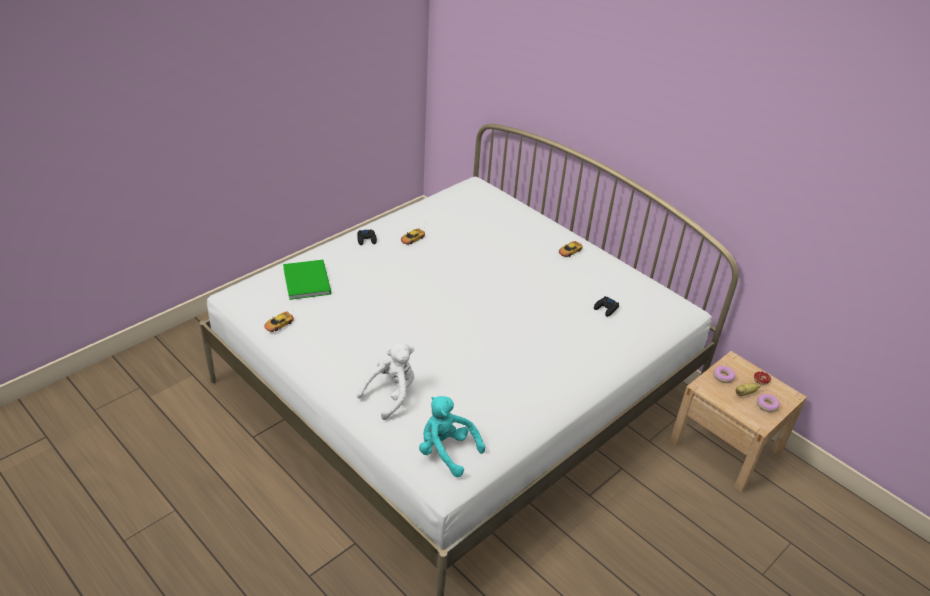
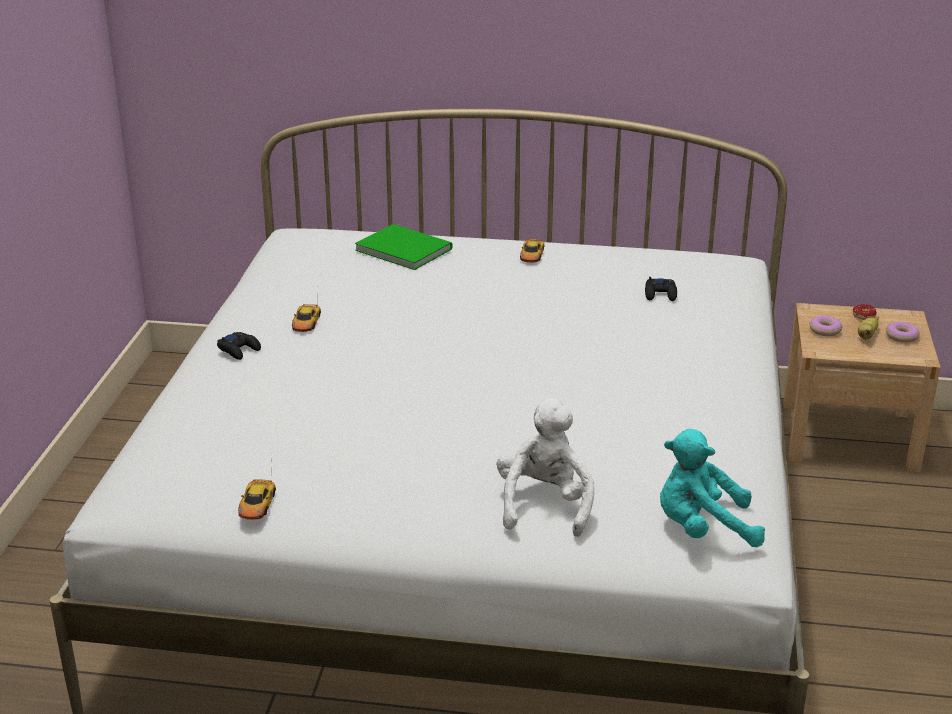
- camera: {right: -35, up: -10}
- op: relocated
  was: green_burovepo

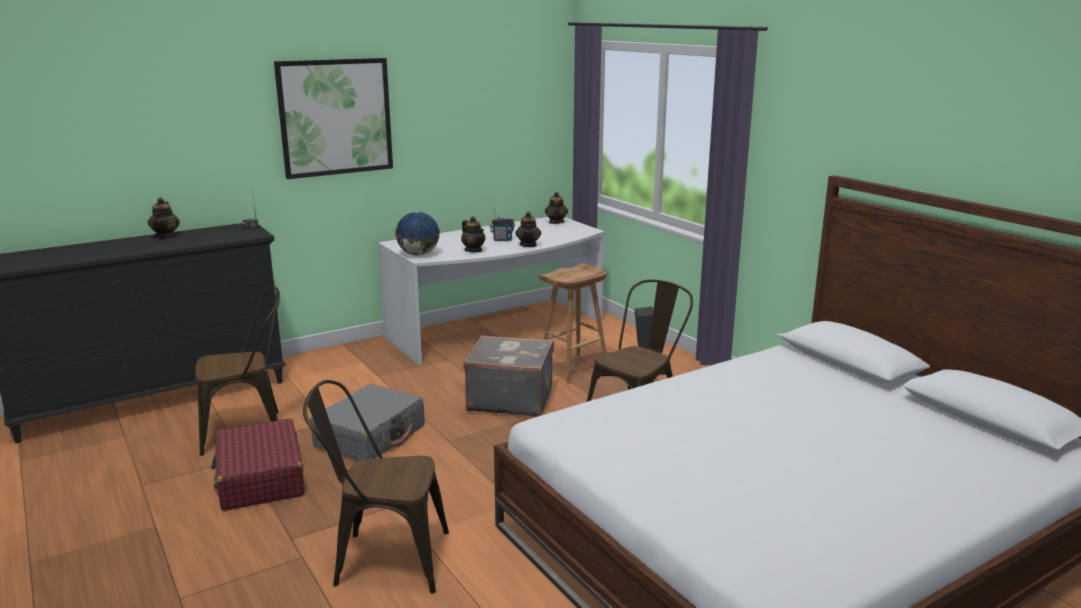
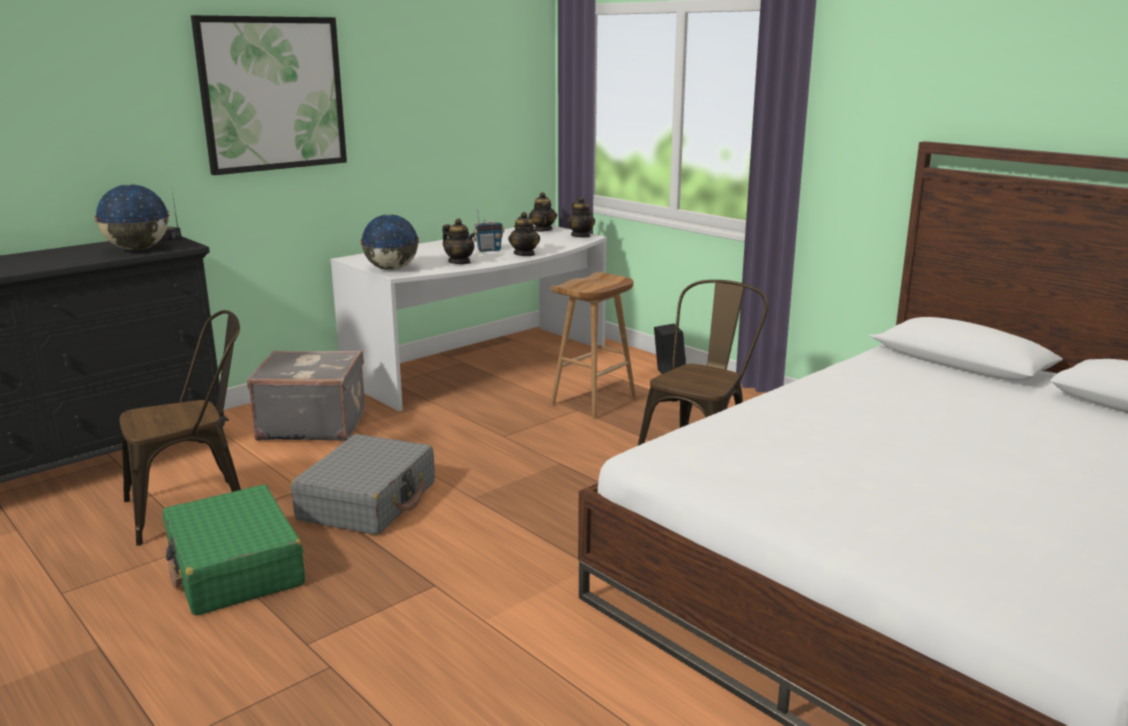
- camera: {right: -10, up: 0}
- op: appeared
  now: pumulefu (no. 1 from left)
- op: colour
  was: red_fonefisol
  now: green_fonefisol
- op: relocated
  was: grey_fonefisol (no. 2 from left in the first image)
  now: grey_fonefisol (no. 1 from left)
- op: relocated
  was: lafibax (no. 1 from left in the first image)
  now: lafibax (no. 4 from left)
- op: missing
  was: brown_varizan (no. 2 from left)

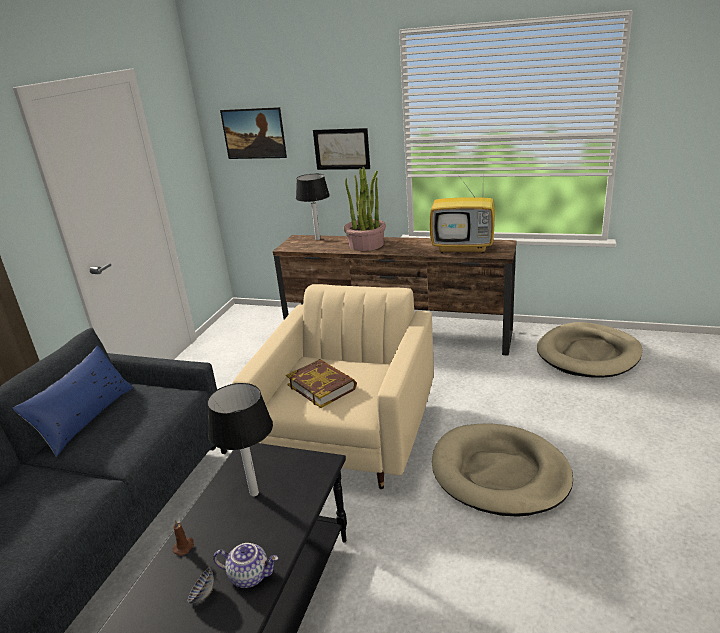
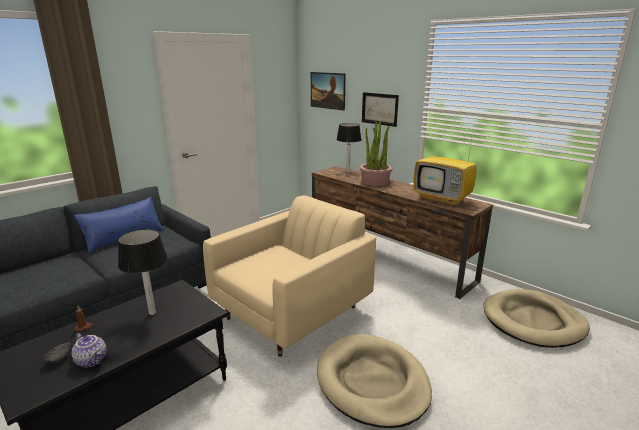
- camera: {right: 25, up: -5}
- op: missing
  was: burovepo

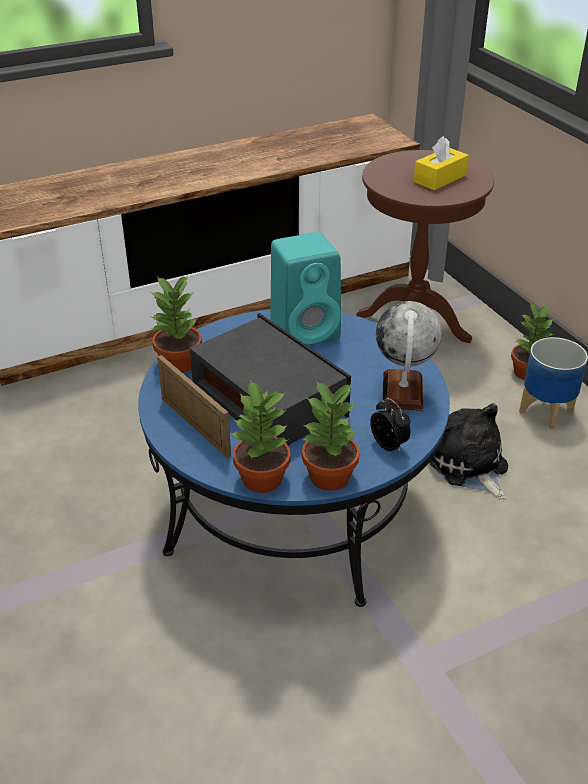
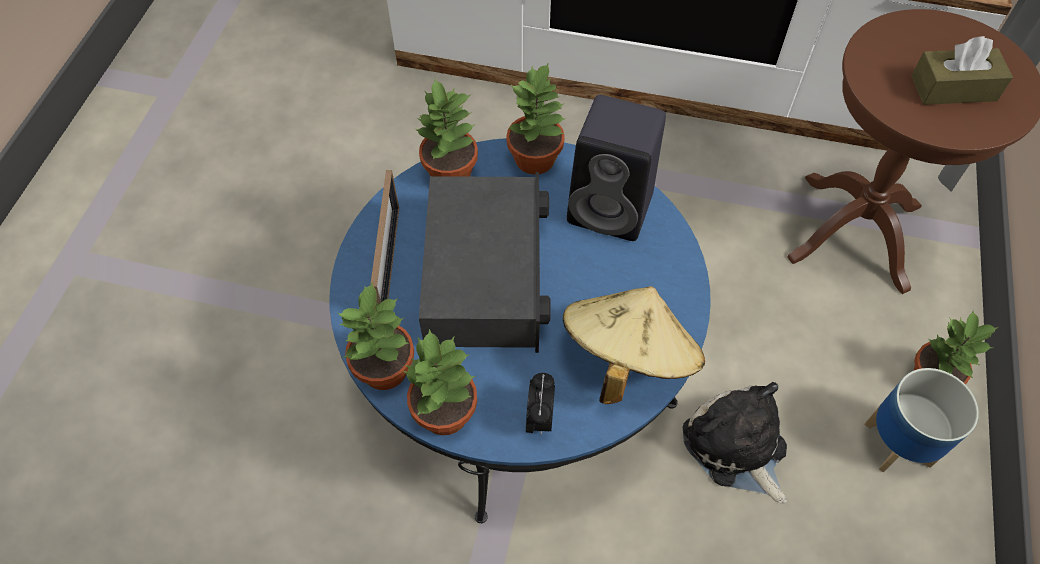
- camera: {right: 40, up: 20}
- op: appeared
  now: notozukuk (no. 4 from left)
- op: exchanged
  was: pumulefu
  now: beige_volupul
- op: colour
  was: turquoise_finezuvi
  now: black_finezuvi
- op: spun
  was: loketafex
  clockwise: -45
- op: colour
  was: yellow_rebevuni
  now: brown_rebevuni

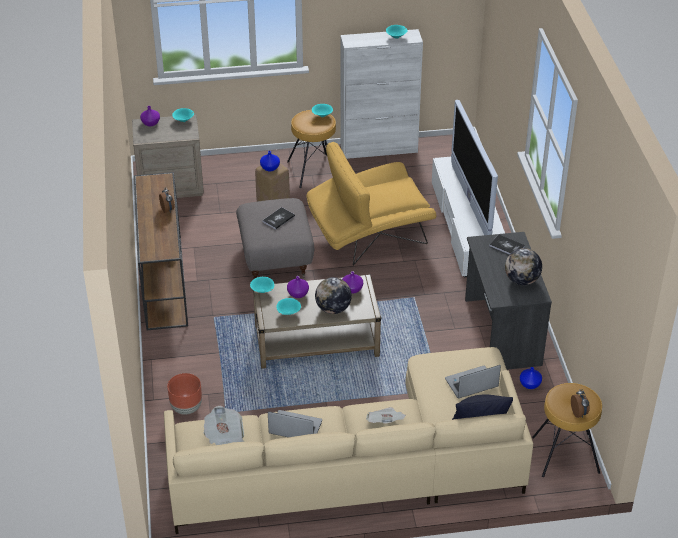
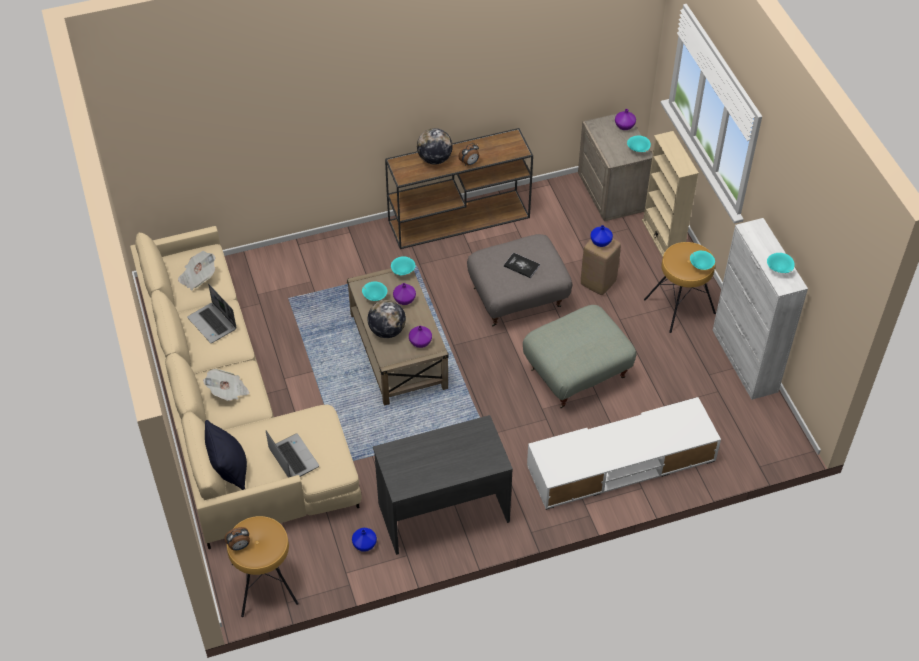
- camera: {right: 80, up: 10}
- op: spun
  was: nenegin (no. 1 from left)
  clockwise: 135
- op: relocated
  was: pumulefu (no. 2 from left)
- op: exchanged
  was: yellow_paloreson
  now: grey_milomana (no. 2 from left)
- op: appeared
  now: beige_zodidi
- op: missing
  was: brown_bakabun
- op: missing
  was: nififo
- op: missing
  was: burovepo (no. 2 from left)

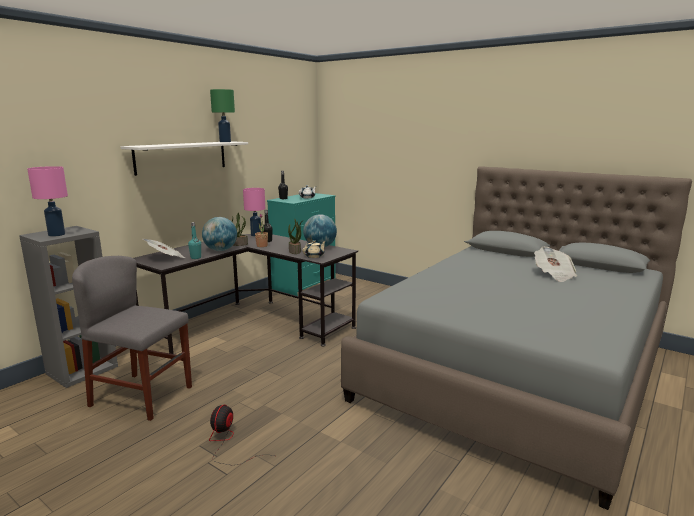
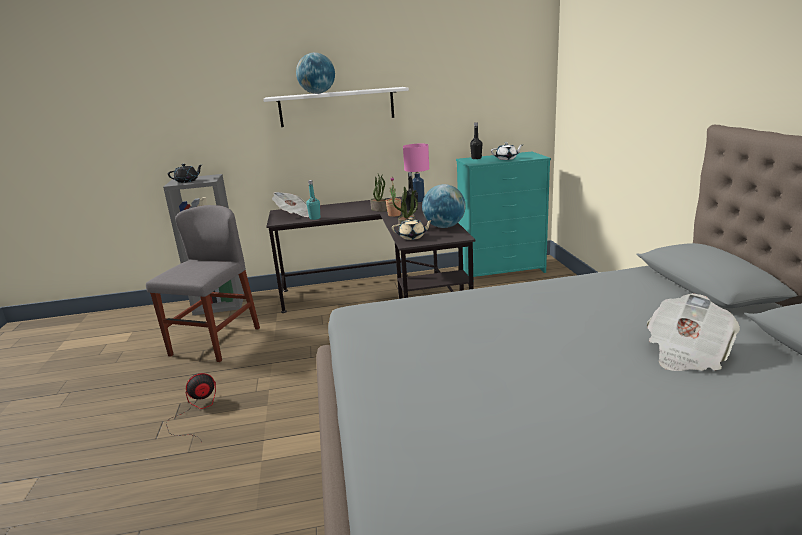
- camera: {right: 45, up: 5}
- op: spun
  was: grey_varizan
  clockwise: 45
- op: exchanged
  was: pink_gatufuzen (no. 1 from left)
  now: black_lafibax
- op: relocated
  was: pumulefu (no. 1 from left)
- op: missing
  was: green_gatufuzen

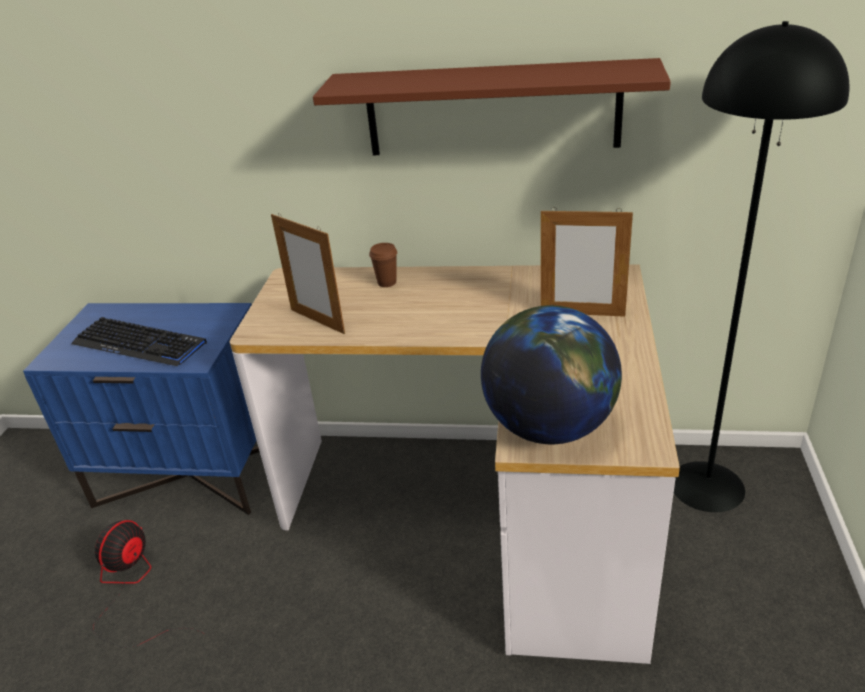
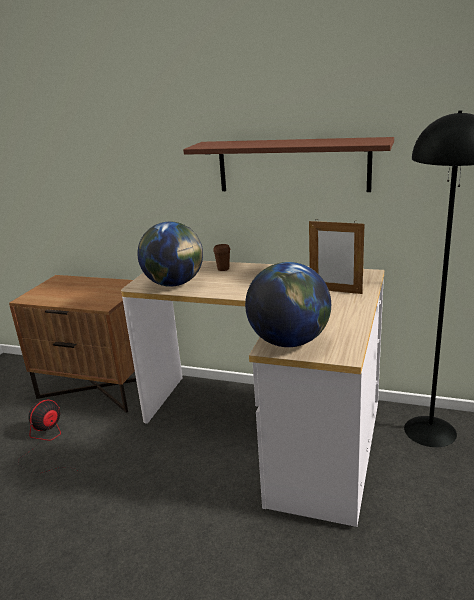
- camera: {right: 10, up: -10}
- op: colour
  was: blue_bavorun
  now: brown_bavorun
- op: exchanged
  was: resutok (no. 1 from left)
  now: pumulefu (no. 1 from left)
- op: missing
  was: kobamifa

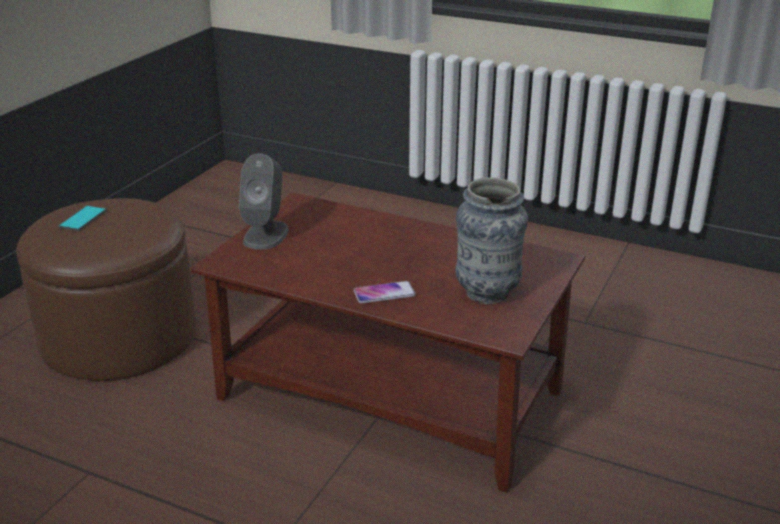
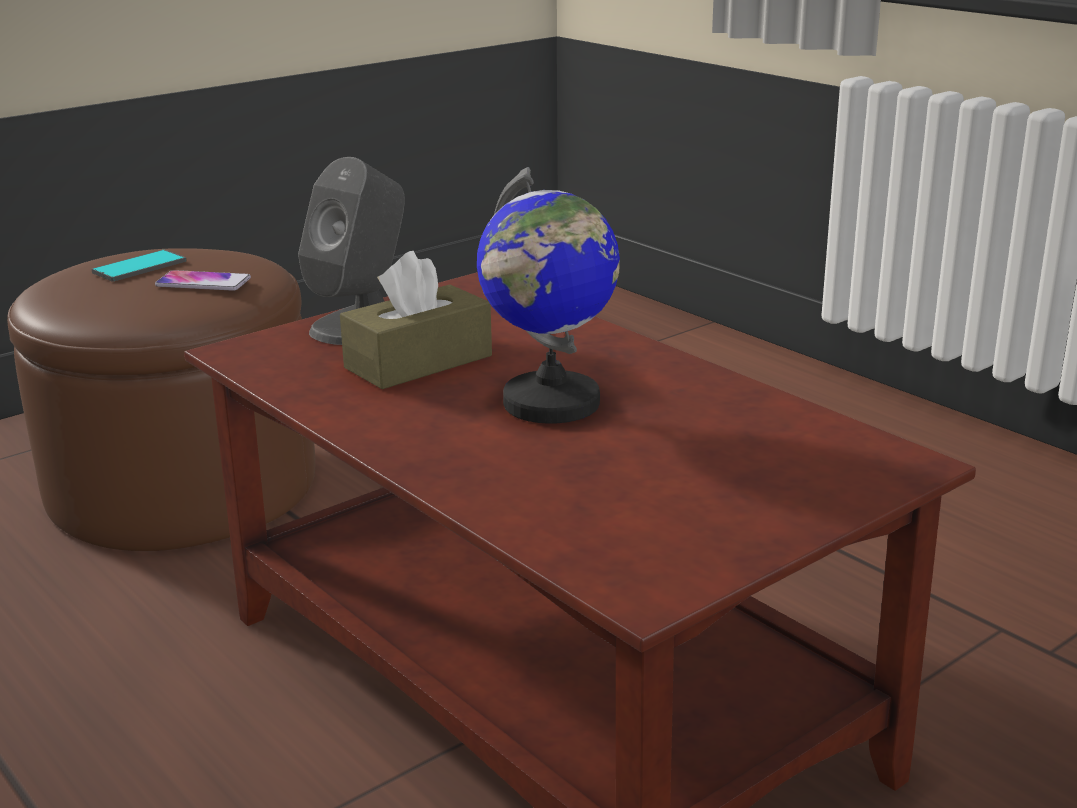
- camera: {right: 25, up: -5}
- op: relocated
  was: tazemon (no. 2 from left)
- op: appeared
  now: brown_rebevuni
- op: appeared
  now: pumulefu
- op: missing
  was: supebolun

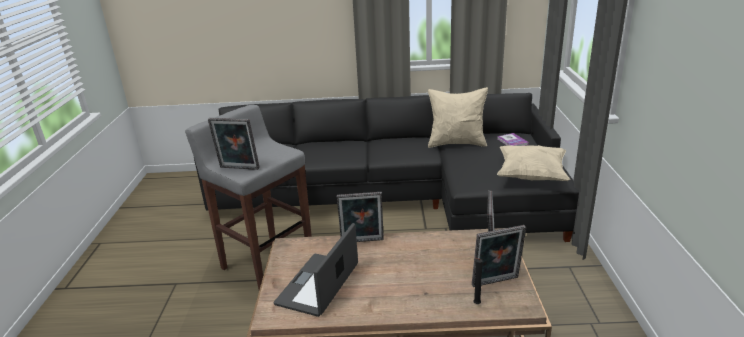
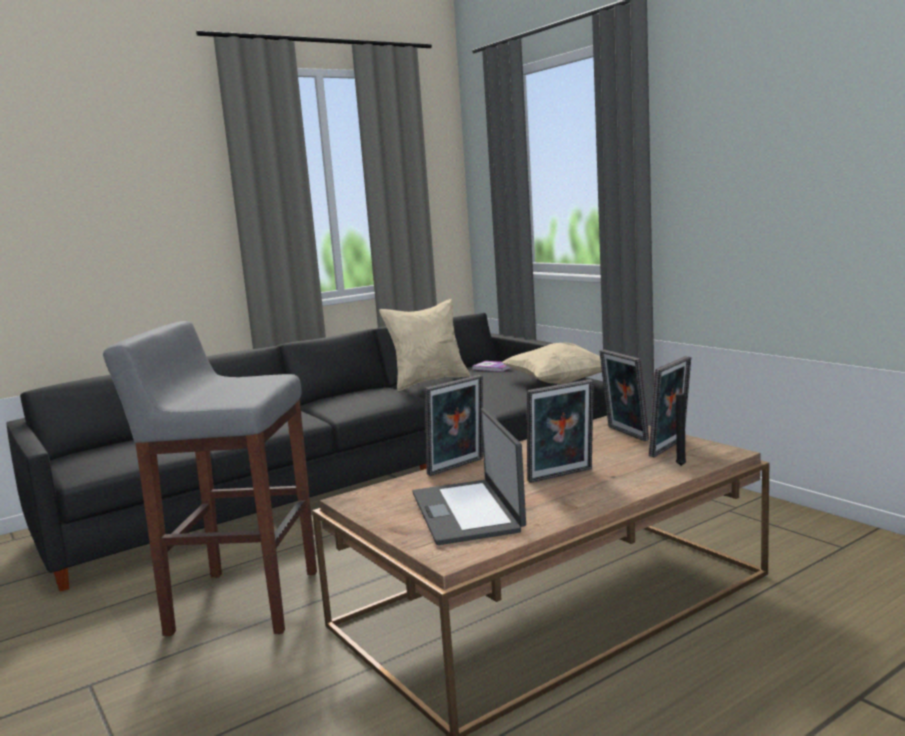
- camera: {right: -35, up: -15}
- op: relocated
  was: resutok (no. 1 from left in the first image)
  now: resutok (no. 2 from left)

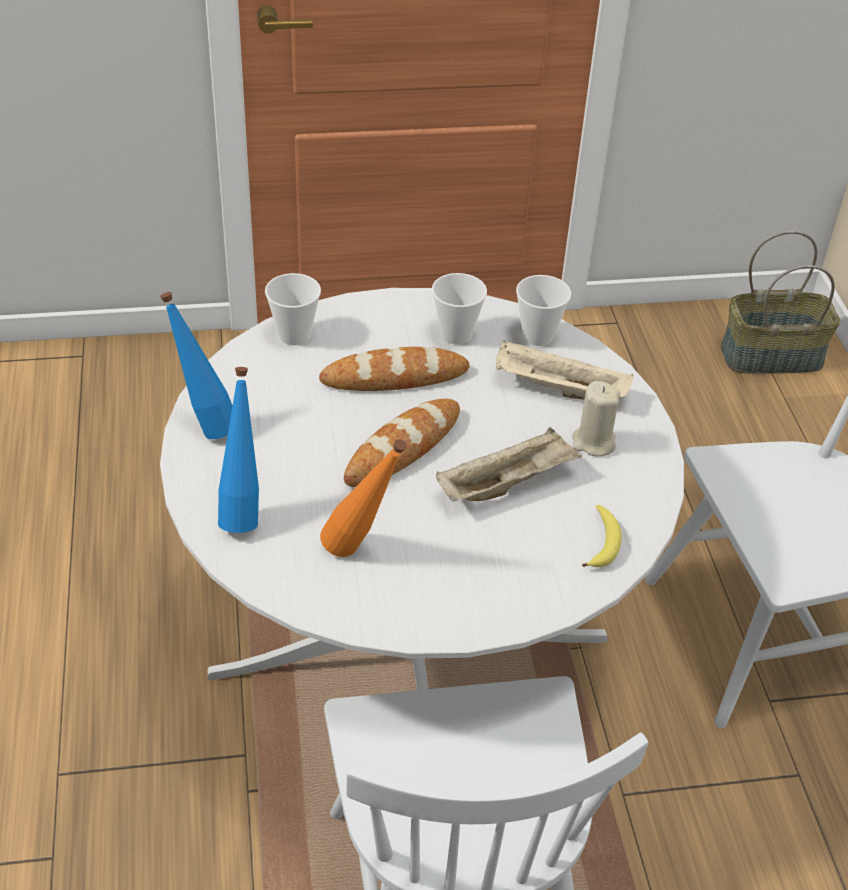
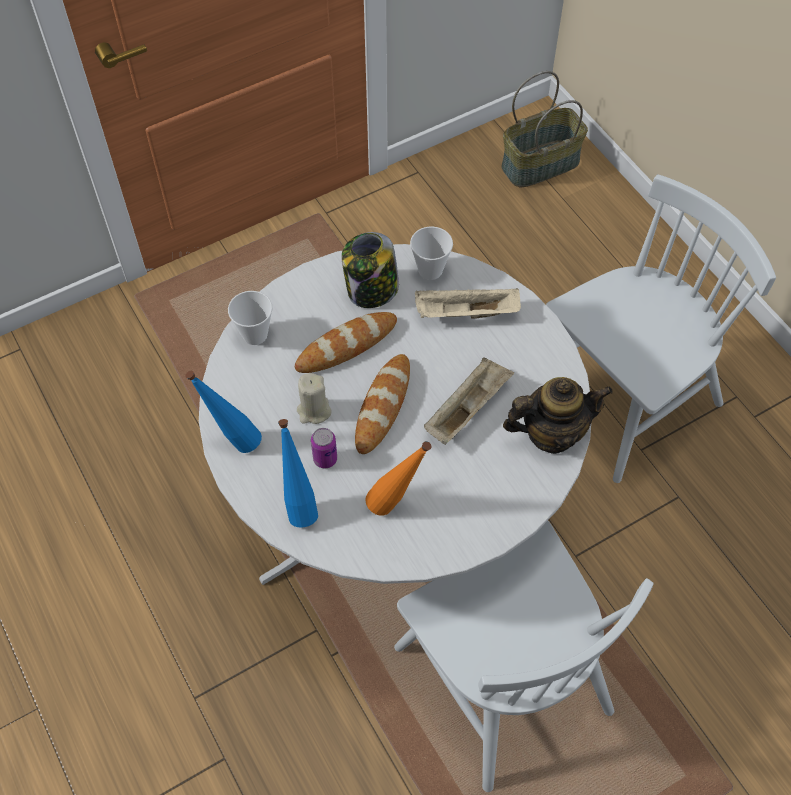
- camera: {right: -20, up: 15}
- op: relocated
  was: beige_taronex
- op: appeared
  now: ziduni
- op: exchanged
  was: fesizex (no. 2 from left)
  now: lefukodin
- op: exchanged
  was: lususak
  now: lafibax

